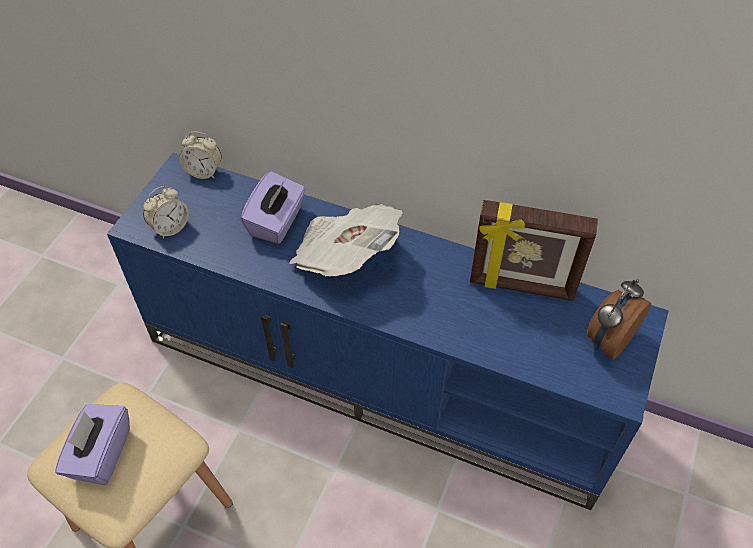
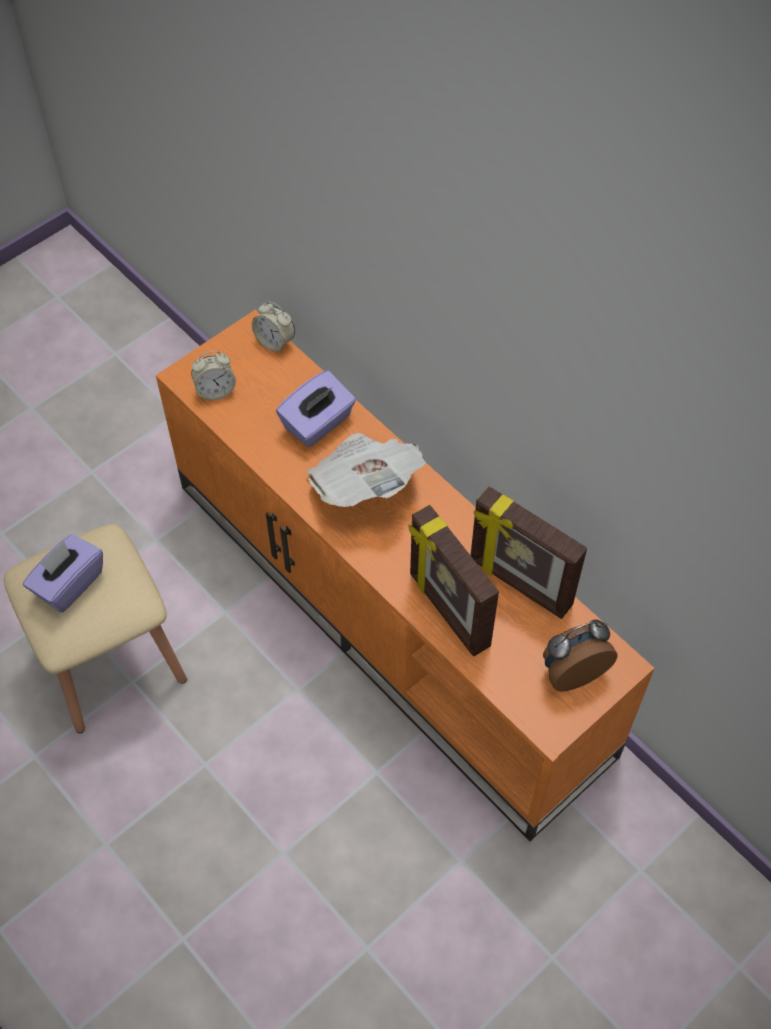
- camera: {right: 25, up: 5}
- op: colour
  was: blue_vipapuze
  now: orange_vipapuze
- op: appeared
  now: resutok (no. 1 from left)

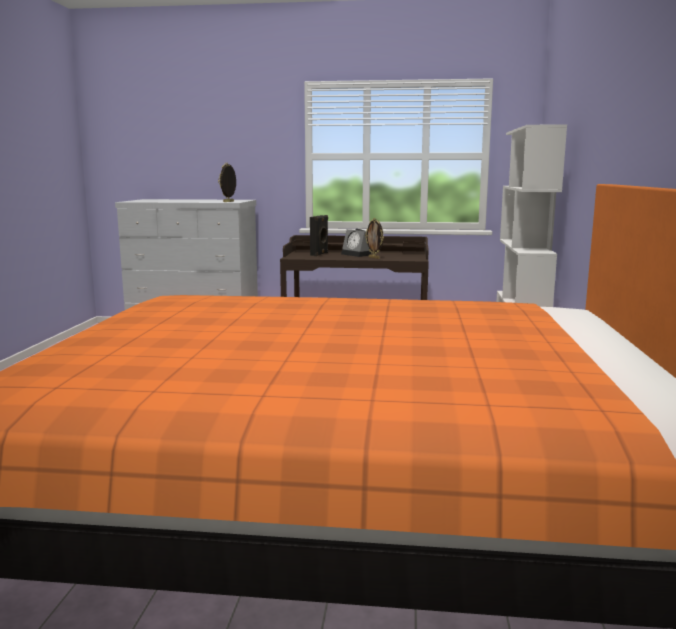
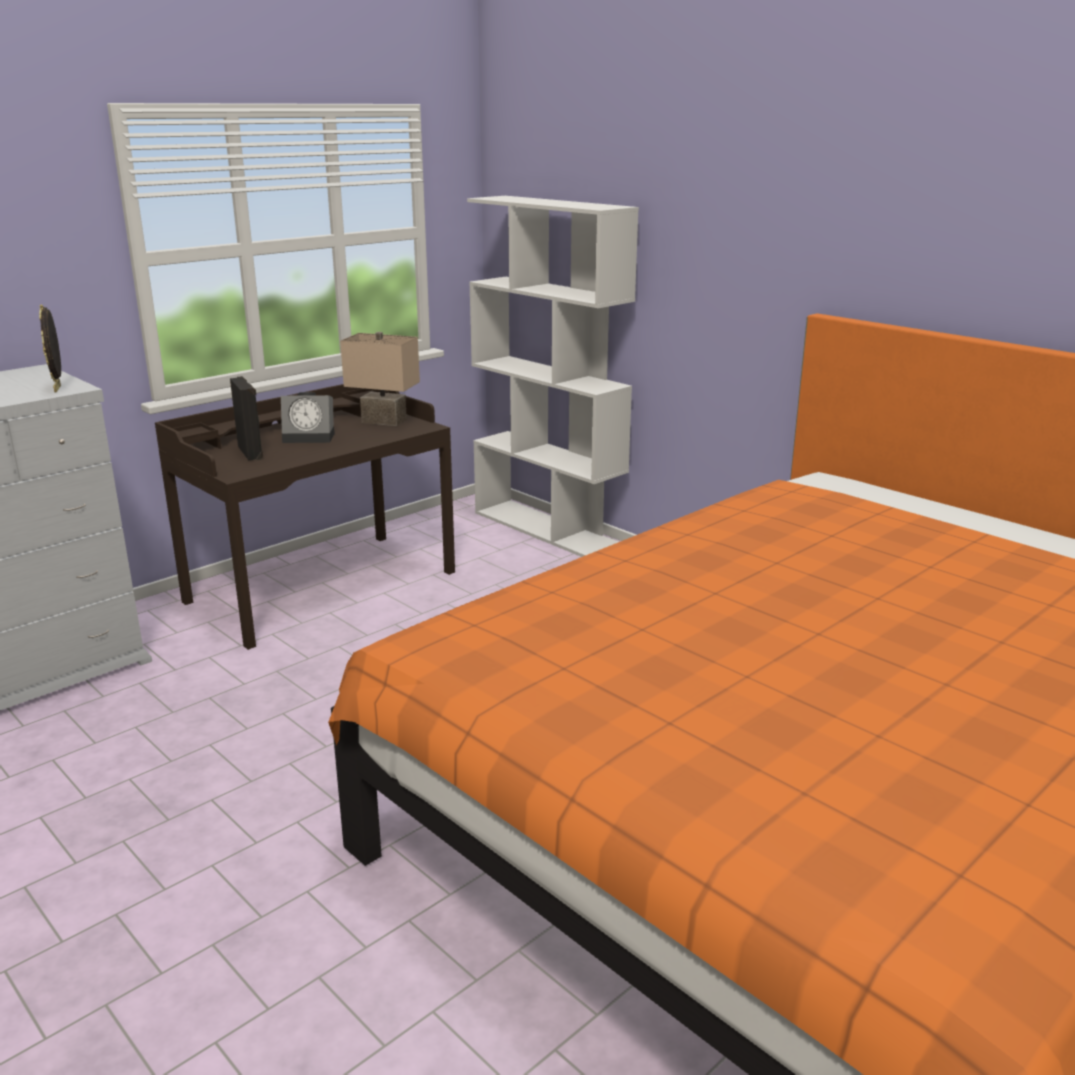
- camera: {right: -50, up: 10}
- op: appeared
  now: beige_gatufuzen
- op: missing
  was: resutok (no. 2 from left)

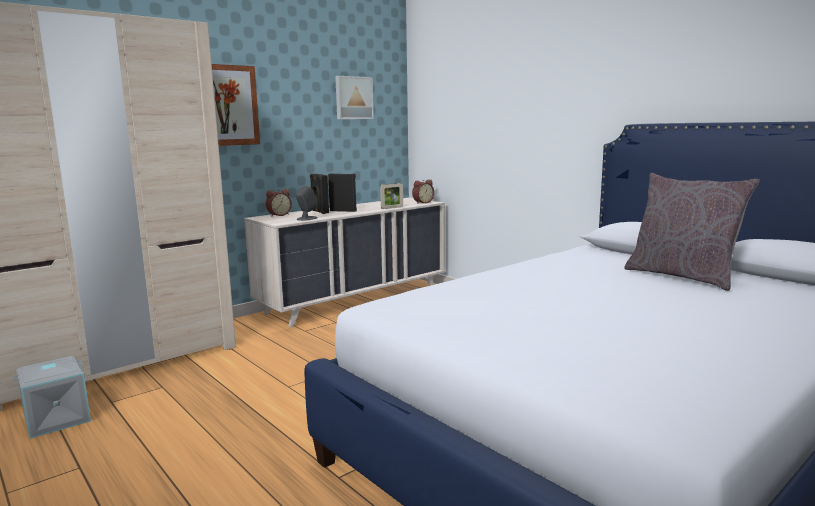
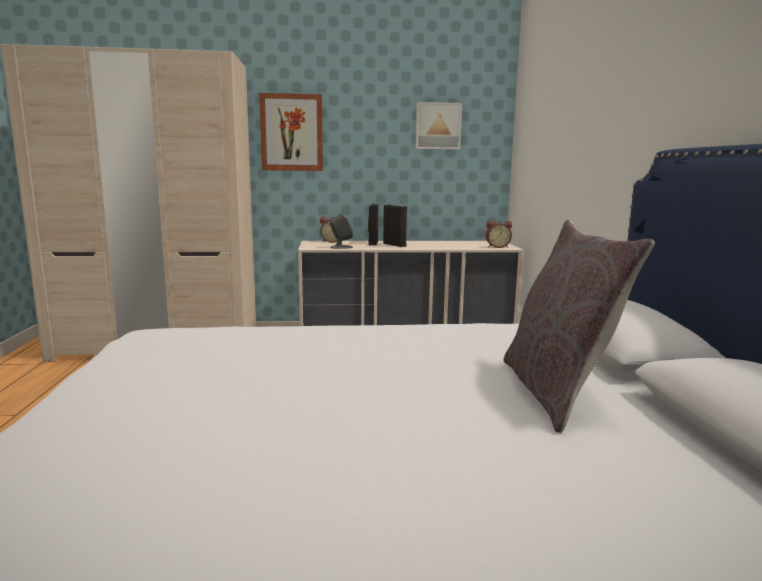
- camera: {right: 35, up: 0}
- op: missing
  was: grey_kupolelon
- op: missing
  was: resutok

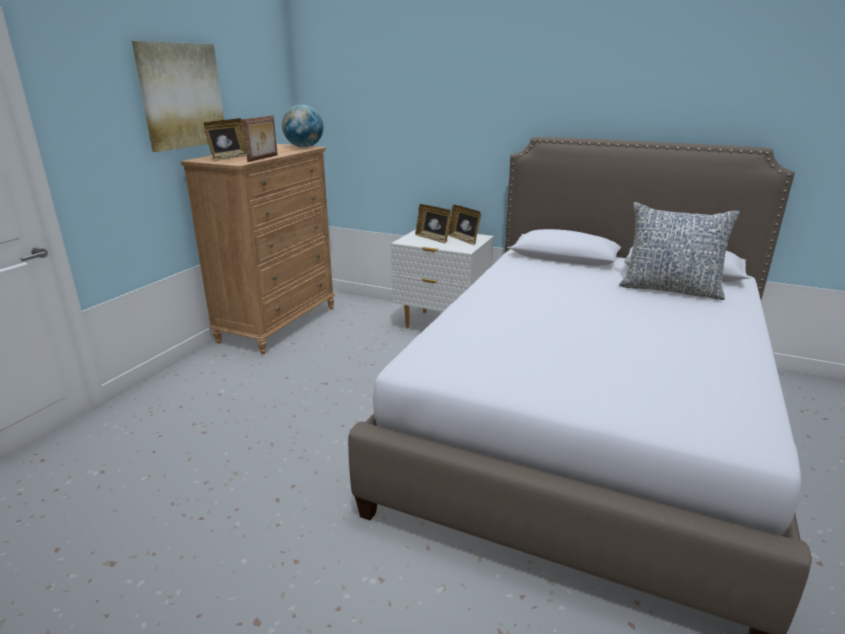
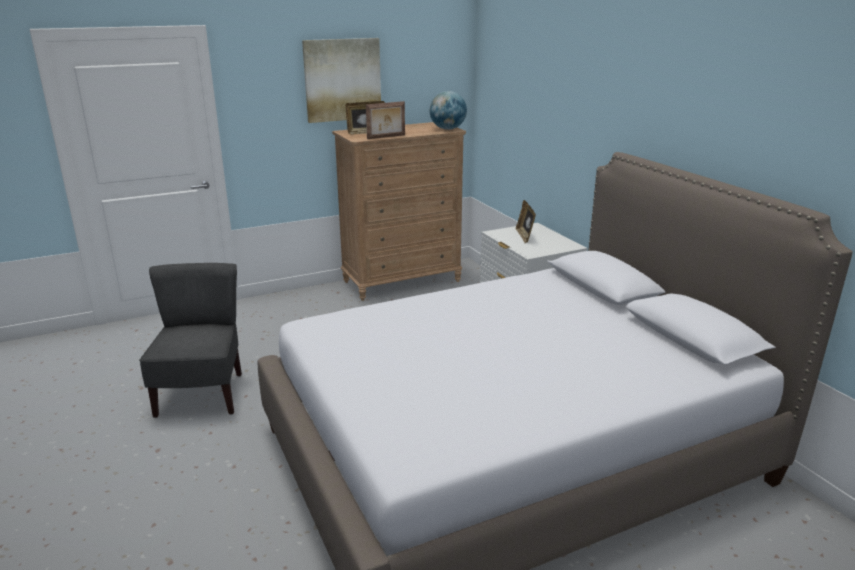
- camera: {right: 40, up: 0}
- op: appeared
  now: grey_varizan
- op: missing
  was: resutok (no. 4 from left)
- op: missing
  was: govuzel

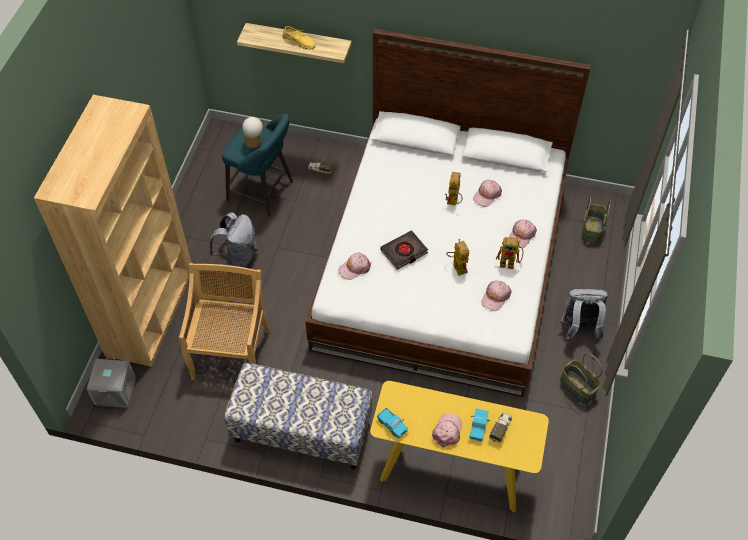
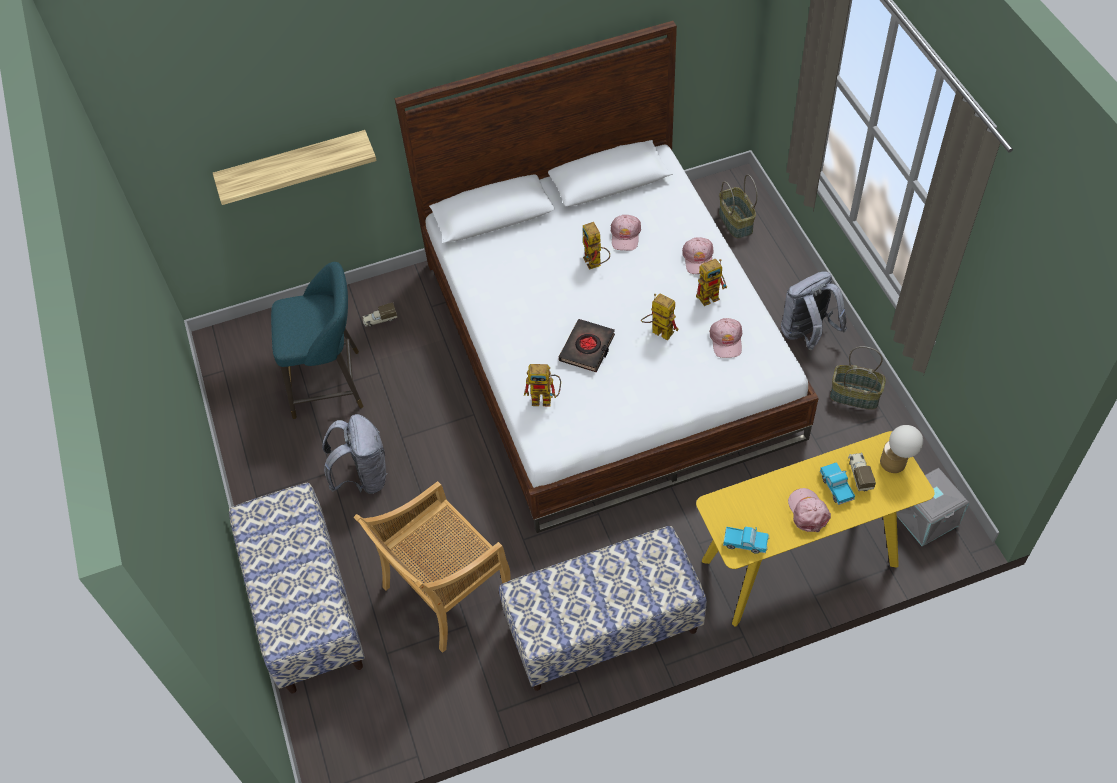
- camera: {right: -30, up: 0}
- op: exchanged
  was: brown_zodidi
  now: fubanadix (no. 1 from left)
- op: spun
  was: beige_varizan
  clockwise: -105
- op: exchanged
  was: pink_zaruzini (no. 1 from left)
  now: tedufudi (no. 1 from left)
- op: relocated
  was: gatufuzen
- op: relocated
  was: grey_kupolelon
- op: missing
  was: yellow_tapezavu

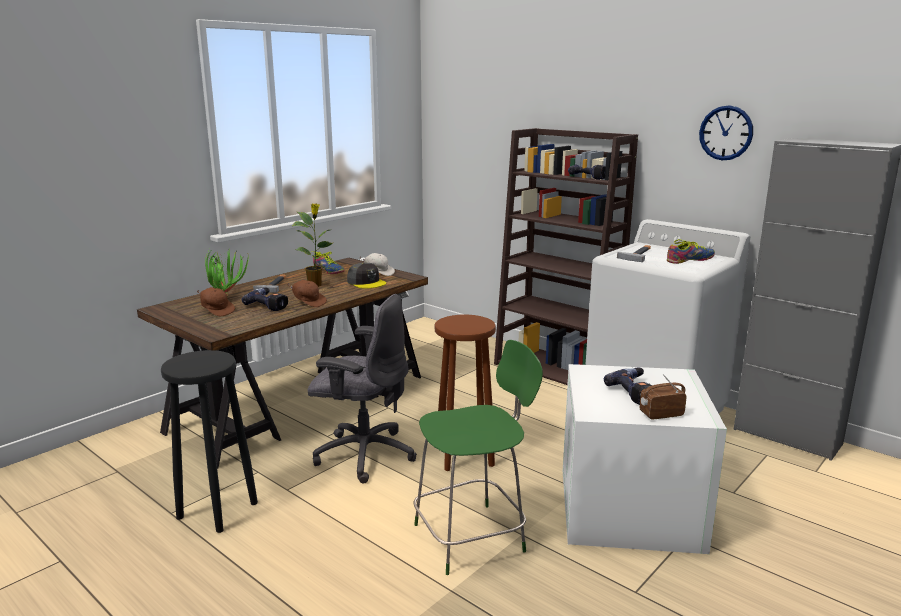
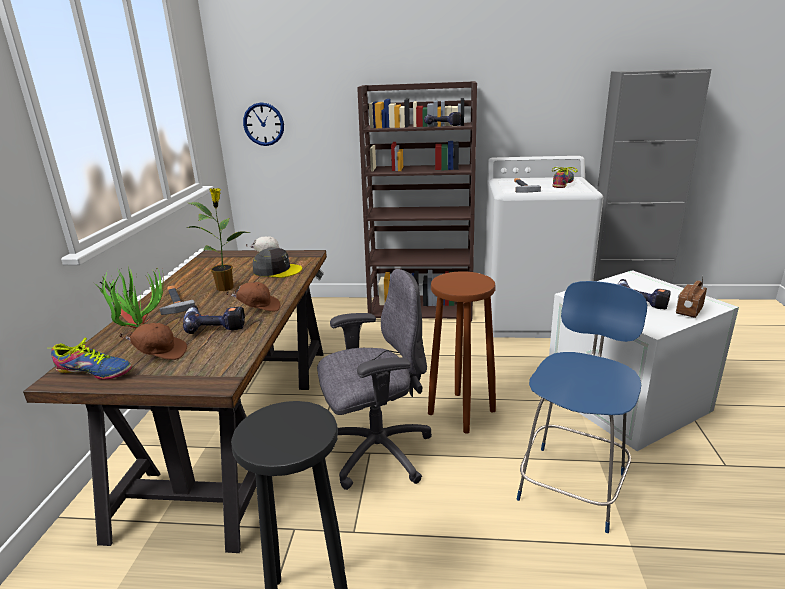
- camera: {right: -35, up: 5}
- op: relocated
  was: tapezavu (no. 1 from left)
- op: relocated
  was: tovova
- op: colour
  was: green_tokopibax
  now: blue_tokopibax

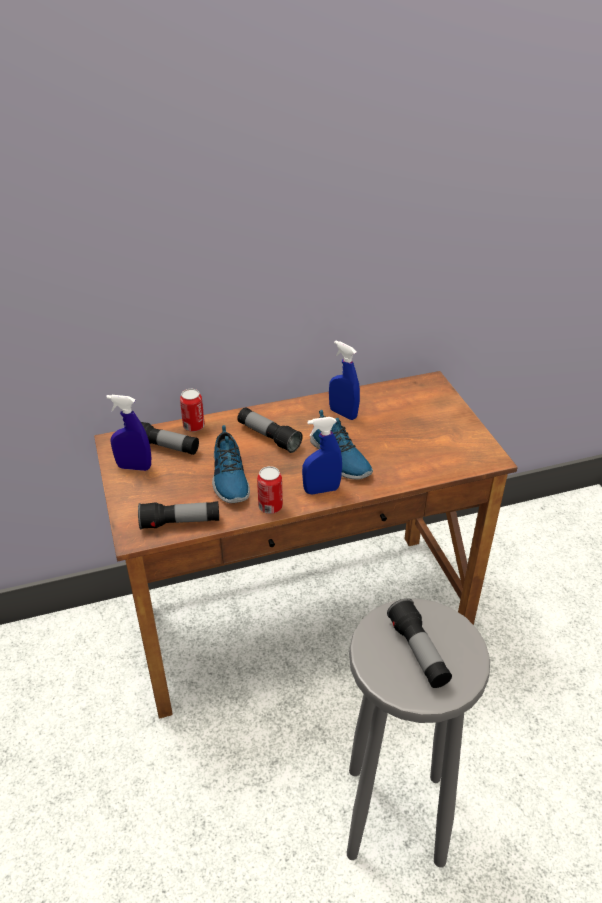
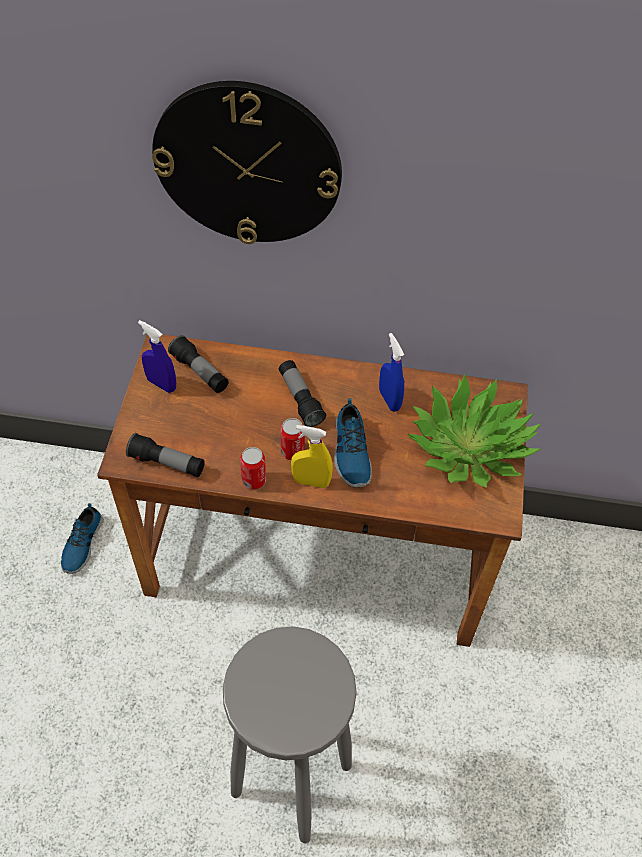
- camera: {right: 25, up: 15}
- op: relocated
  was: tapezavu (no. 1 from left)
- op: appeared
  now: tovova
- op: relocated
  was: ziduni (no. 1 from left in the first image)
  now: ziduni (no. 2 from left)
- op: colour
  was: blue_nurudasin (no. 2 from left)
  now: yellow_nurudasin
- op: appeared
  now: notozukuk
- op: missing
  was: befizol (no. 4 from left)

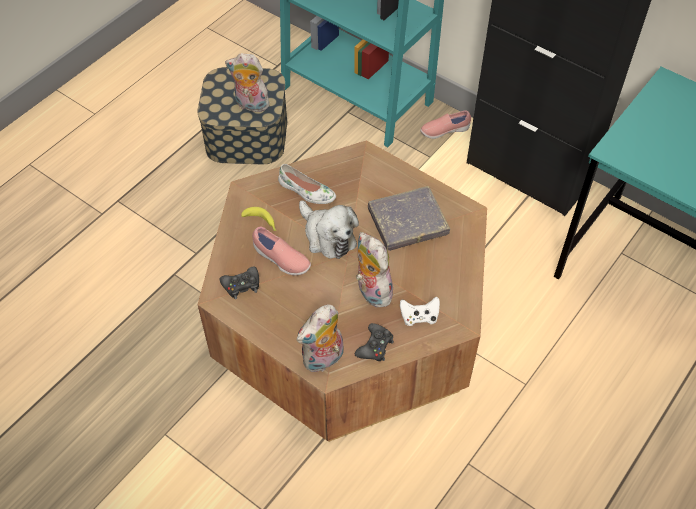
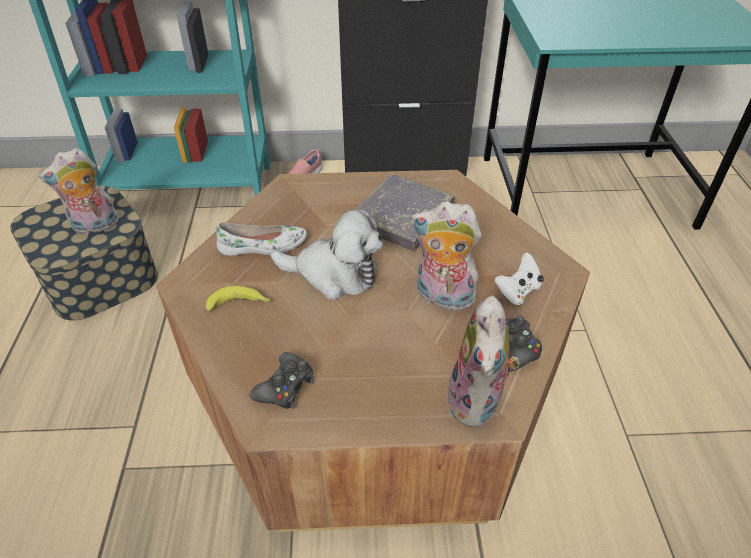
- camera: {right: -40, up: -10}
- op: missing
  was: pink_tapezavu (no. 1 from left)

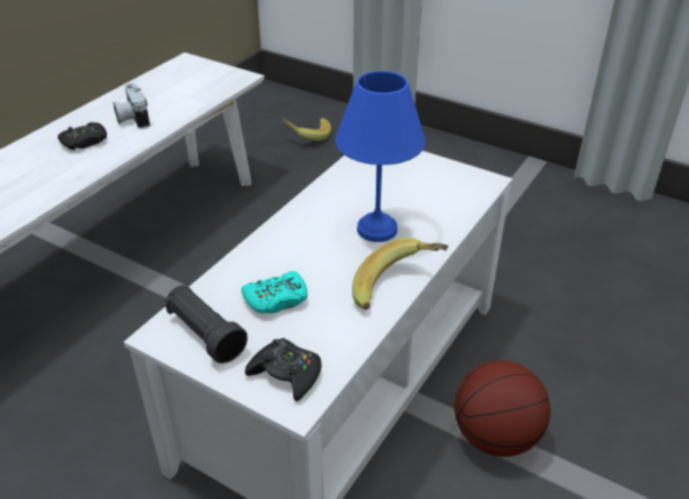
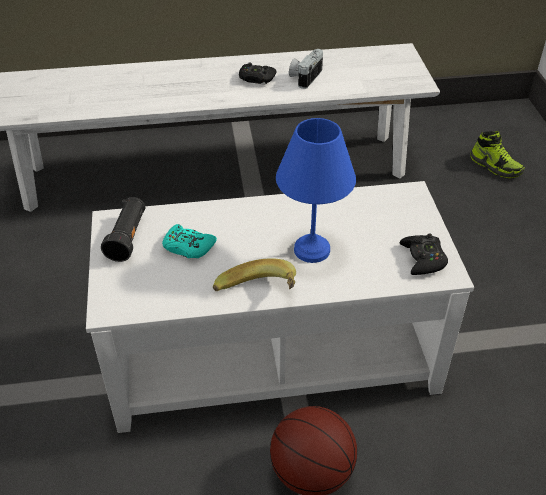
- camera: {right: 50, up: 5}
- op: relocated
  was: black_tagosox (no. 2 from left)
- op: exchanged
  was: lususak (no. 1 from left)
  now: tapezavu

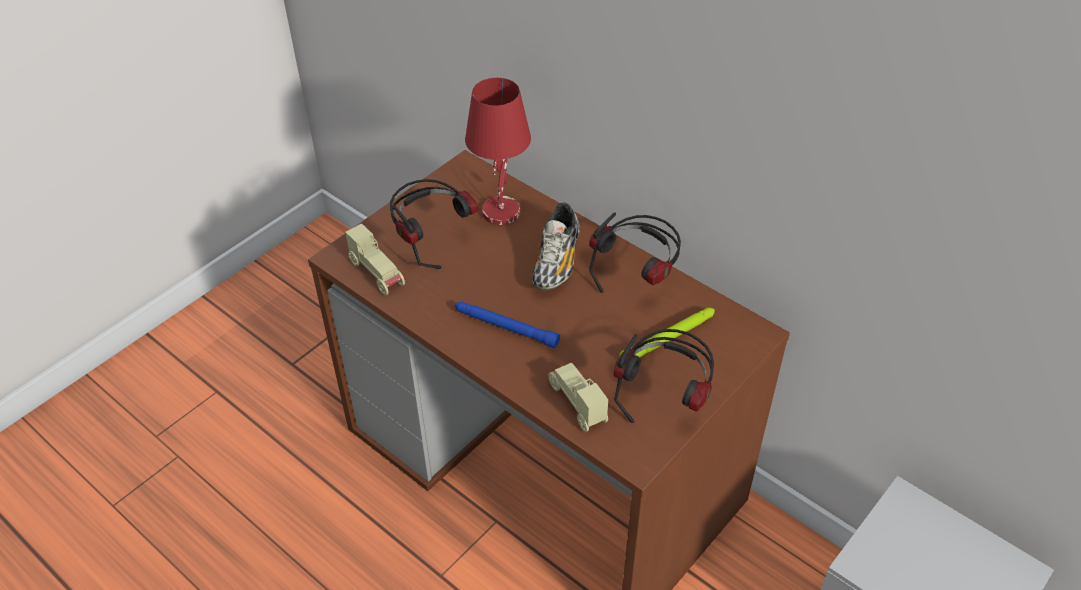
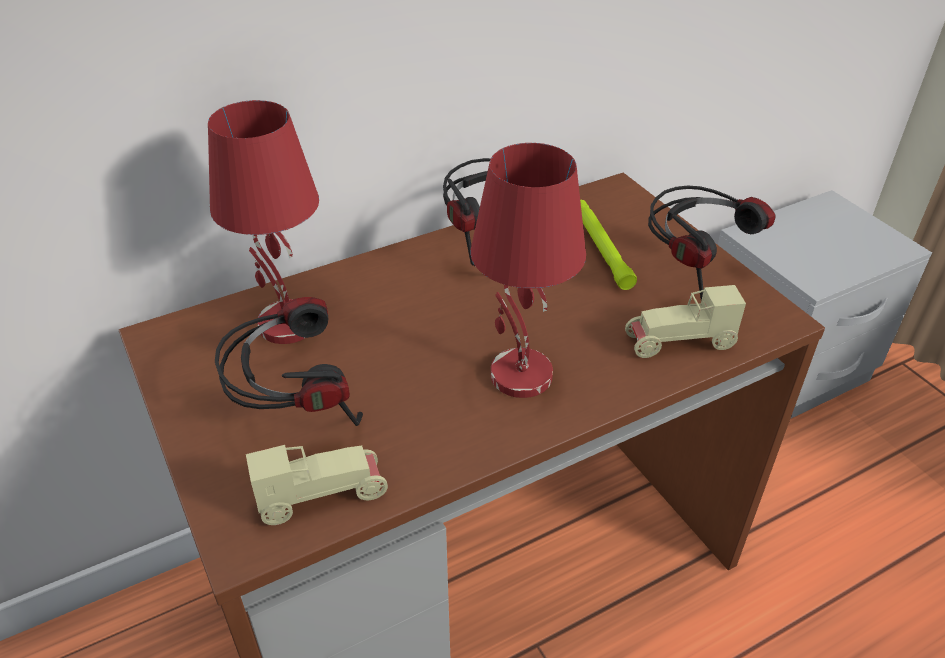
- camera: {right: -70, up: -5}
- op: exchanged
  was: blue_befizol
  now: red_gatufuzen (no. 2 from left)
- op: missing
  was: tapezavu

